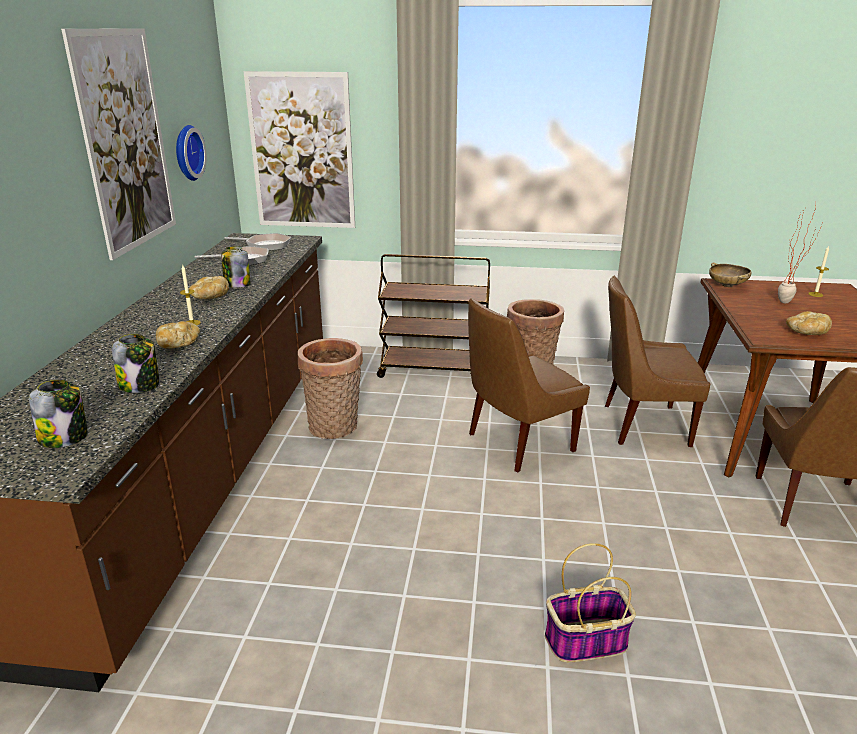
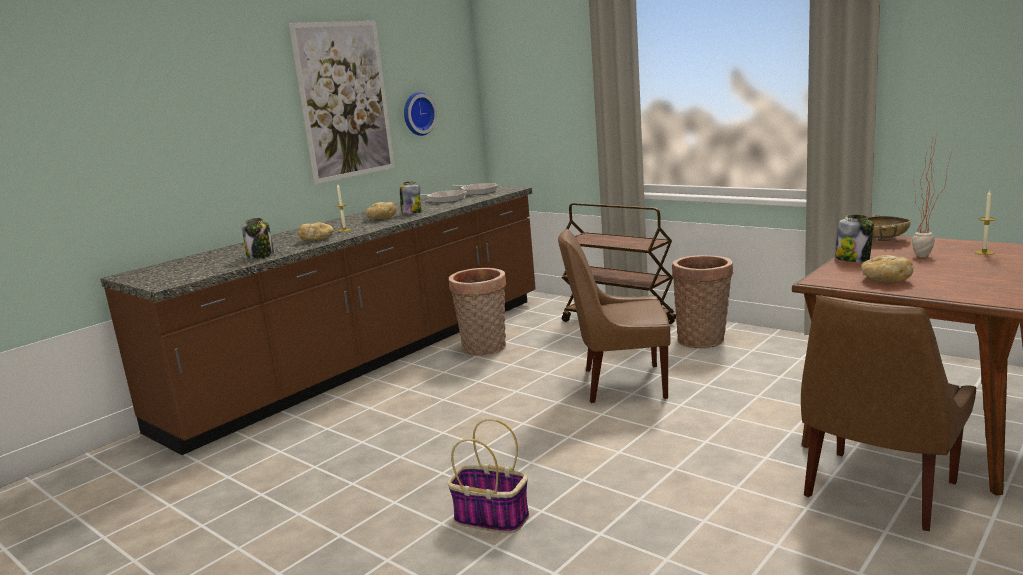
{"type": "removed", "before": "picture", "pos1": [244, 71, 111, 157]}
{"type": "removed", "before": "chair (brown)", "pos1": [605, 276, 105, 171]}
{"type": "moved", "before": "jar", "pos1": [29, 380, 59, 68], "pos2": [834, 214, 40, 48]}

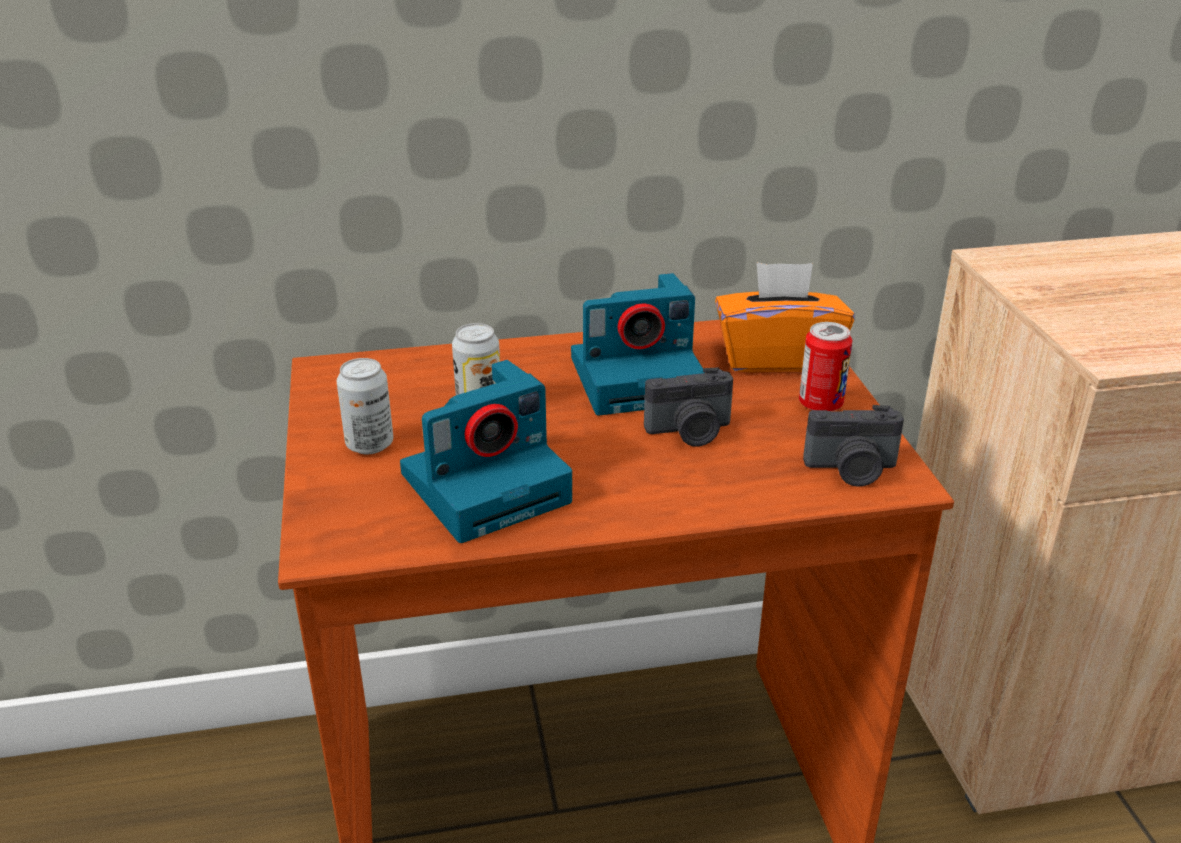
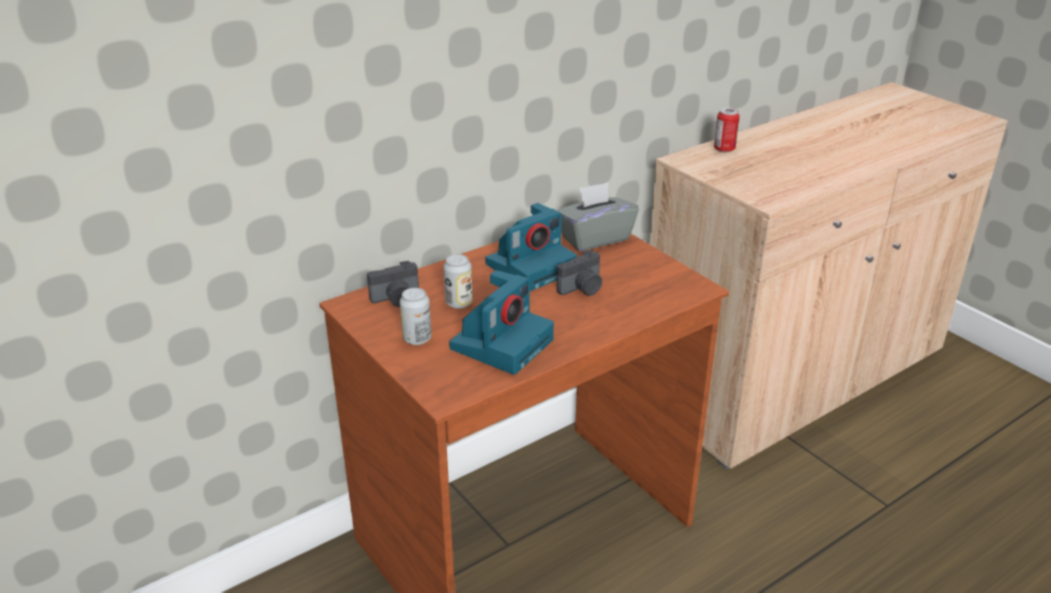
{"type": "recoloured", "before": "tissue box (orange)", "after": "tissue box (grey)", "pos1": [715, 262, 139, 110], "pos2": [557, 182, 82, 69]}
{"type": "moved", "before": "can", "pos1": [799, 322, 53, 90], "pos2": [714, 108, 26, 44]}
{"type": "moved", "before": "photo camera", "pos1": [803, 405, 101, 82], "pos2": [367, 261, 52, 46]}

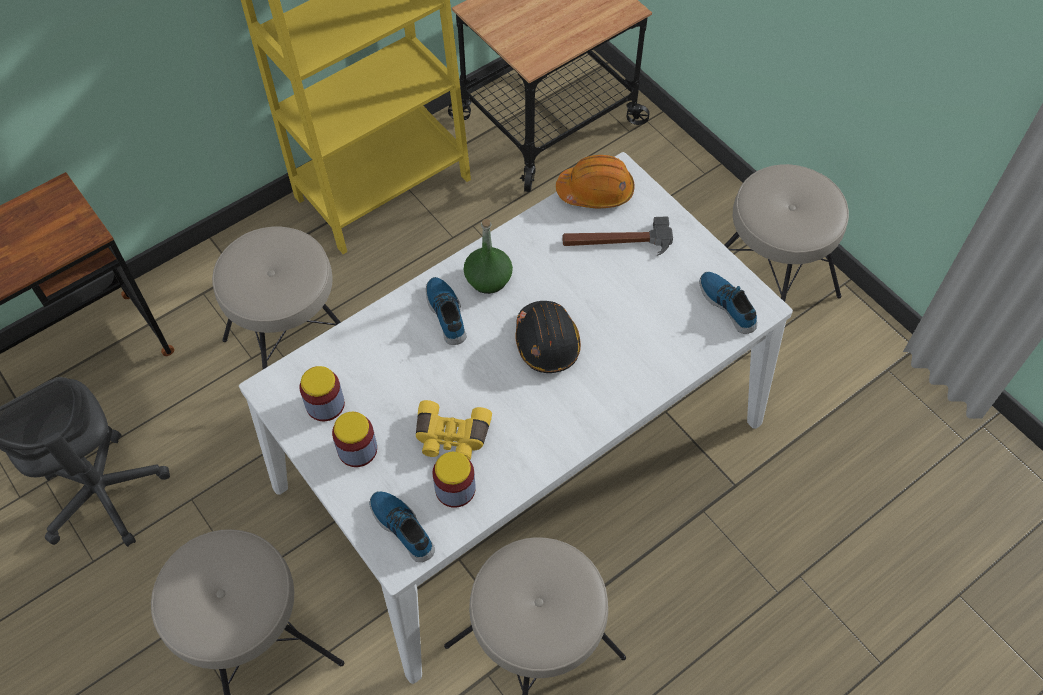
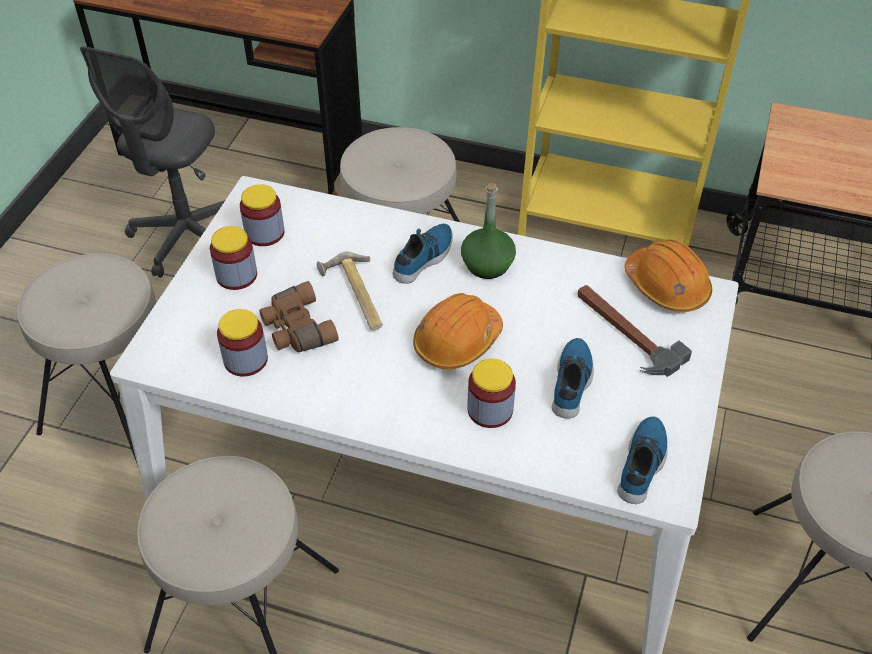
{"type": "recoloured", "before": "hard hat (black)", "after": "hard hat (orange)", "pos1": [515, 301, 66, 72], "pos2": [413, 293, 90, 77]}
{"type": "recoloured", "before": "binoculars (yellow)", "after": "binoculars (brown)", "pos1": [416, 400, 76, 60], "pos2": [259, 281, 80, 71]}
{"type": "moved", "before": "shoe", "pos1": [370, 491, 65, 71], "pos2": [552, 338, 42, 81]}
{"type": "added", "after": "hammer", "pos2": [317, 251, 66, 79]}
{"type": "added", "after": "jar", "pos2": [467, 359, 49, 69]}

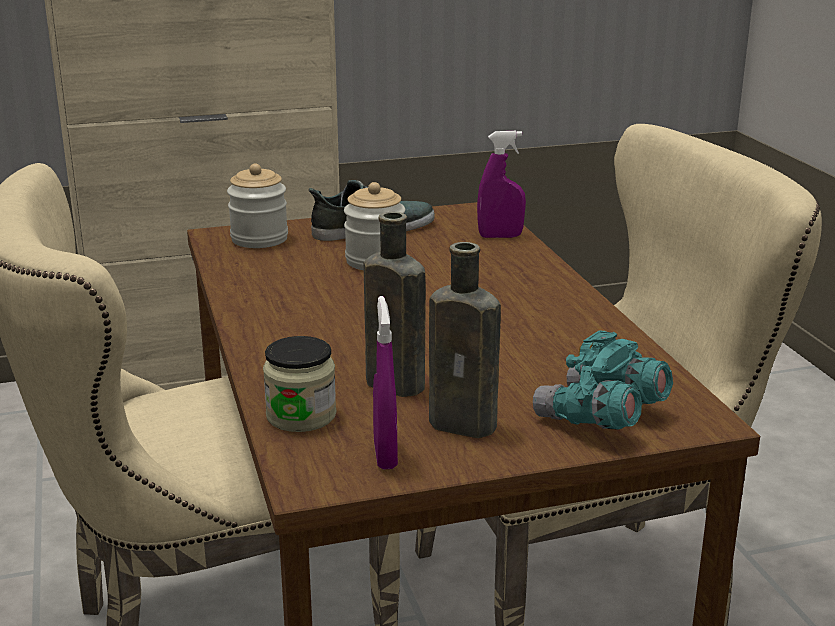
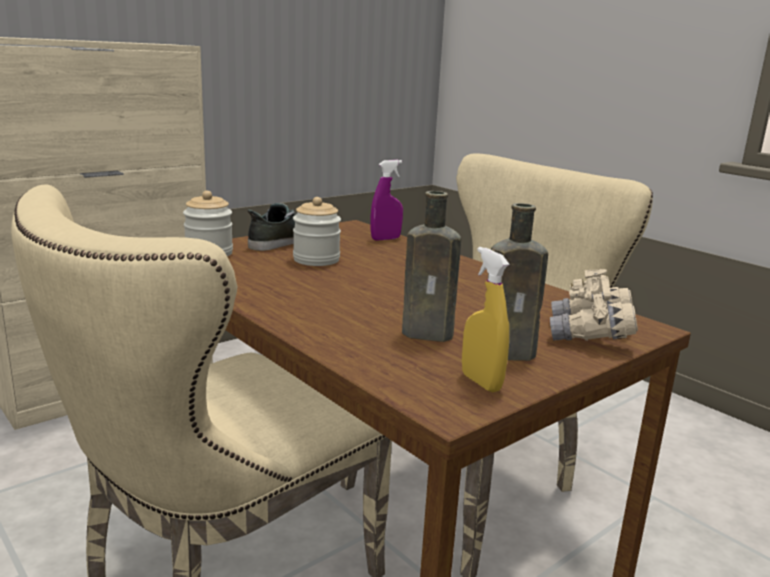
{"type": "recoloured", "before": "spray bottle (purple)", "after": "spray bottle (yellow)", "pos1": [373, 296, 25, 173], "pos2": [462, 247, 47, 145]}
{"type": "recoloured", "before": "binoculars (turquoise)", "after": "binoculars (beige)", "pos1": [533, 330, 140, 100], "pos2": [550, 269, 88, 72]}
{"type": "removed", "before": "jar", "pos1": [263, 336, 73, 96]}

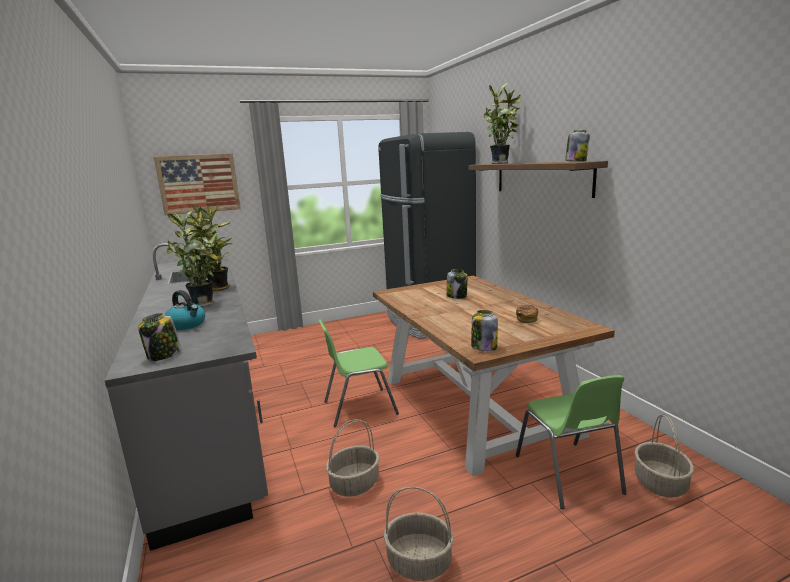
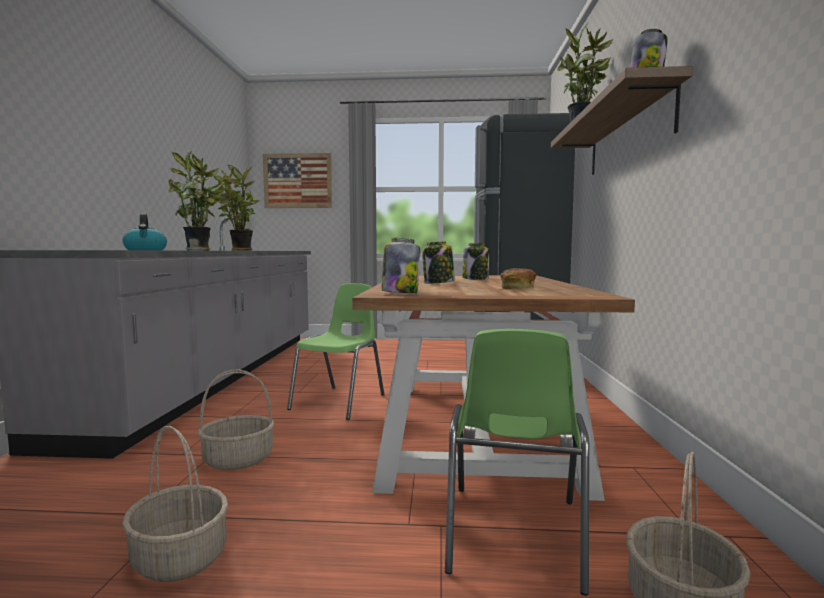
{"type": "moved", "before": "jar", "pos1": [138, 313, 43, 48], "pos2": [422, 241, 33, 43]}
{"type": "turned", "before": "chair (green)", "pos1": [318, 319, 81, 108], "pos2": [287, 283, 97, 137], "turn": 105}

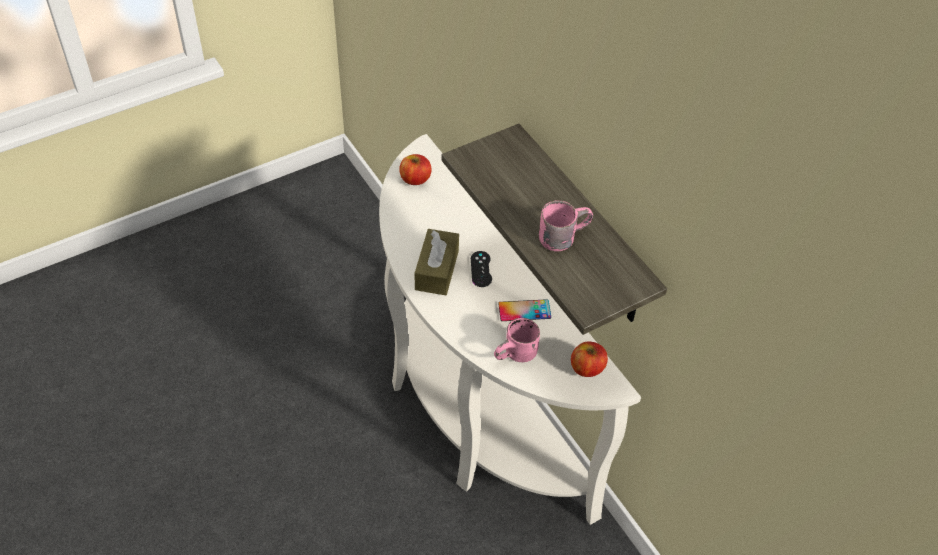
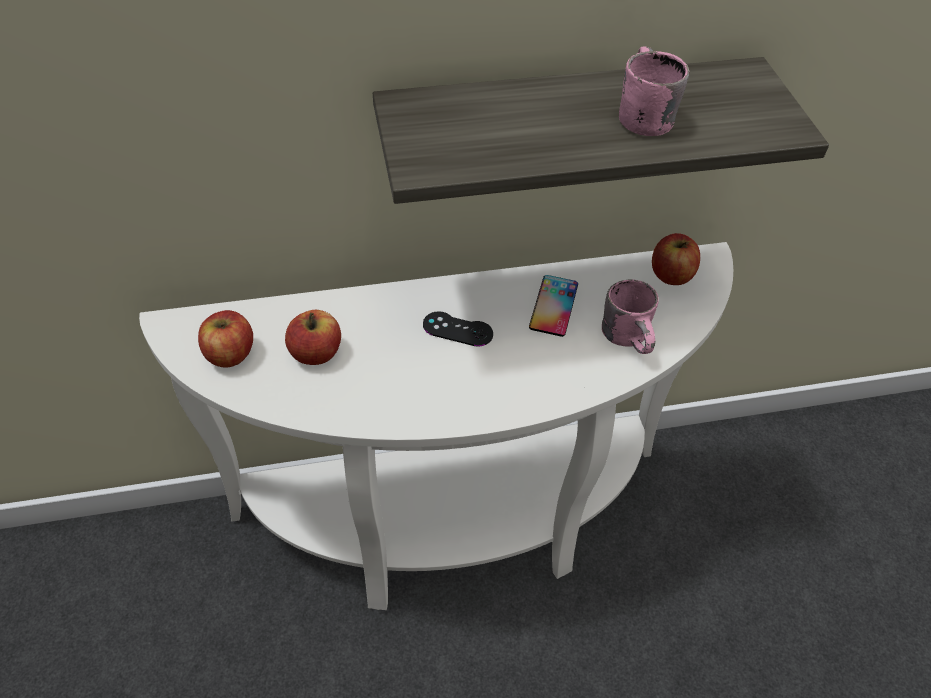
{"type": "removed", "before": "tissue box (brown)", "pos1": [414, 229, 45, 66]}
{"type": "added", "after": "apple", "pos2": [285, 310, 56, 55]}

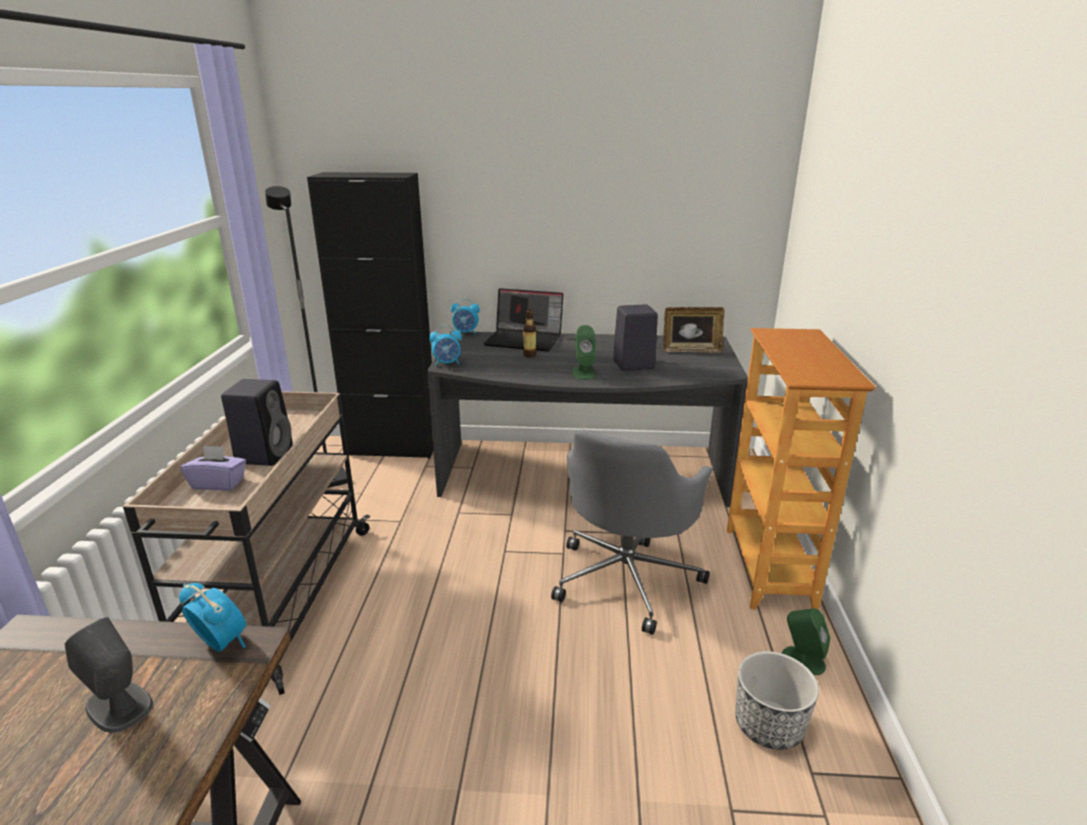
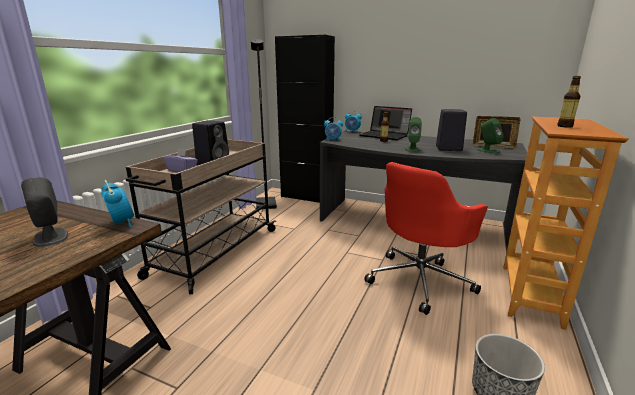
{"type": "recoloured", "before": "office chair (grey)", "after": "office chair (red)", "pos1": [551, 429, 162, 206], "pos2": [364, 162, 124, 153]}
{"type": "moved", "before": "speaker (green)", "pos1": [782, 608, 48, 67], "pos2": [477, 118, 27, 36]}
{"type": "added", "after": "bottle", "pos2": [557, 76, 24, 52]}

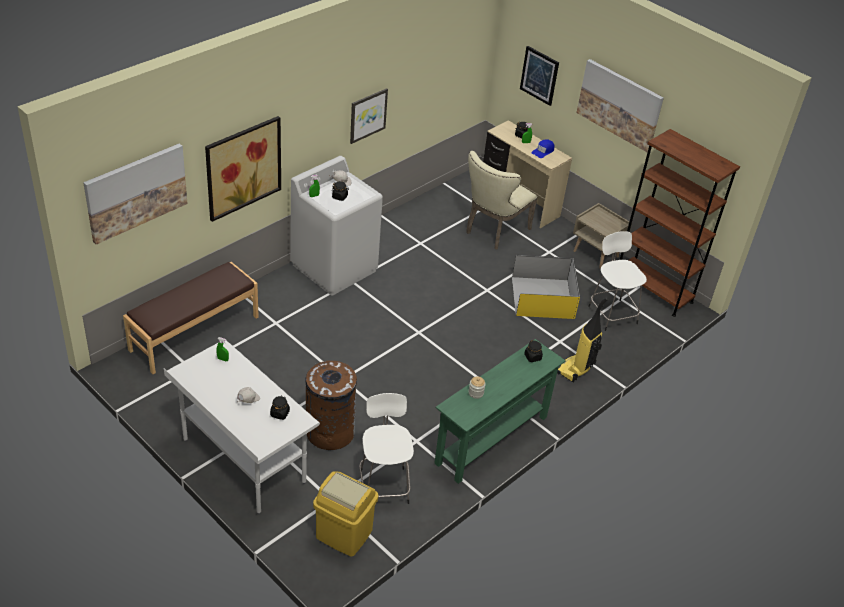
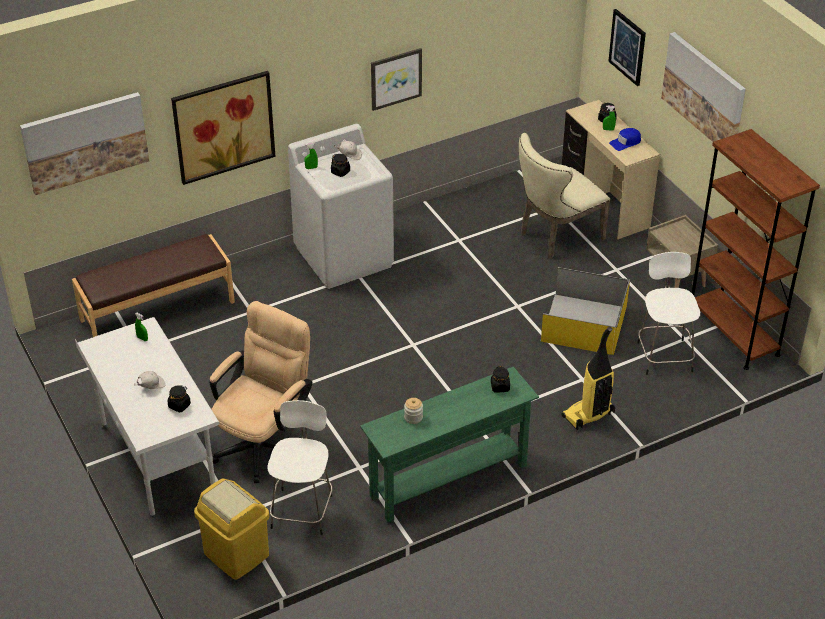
{"type": "replaced", "before": "trash can (brown)", "after": "office chair (beige)", "pos1": [305, 361, 52, 89], "pos2": [210, 301, 103, 182]}

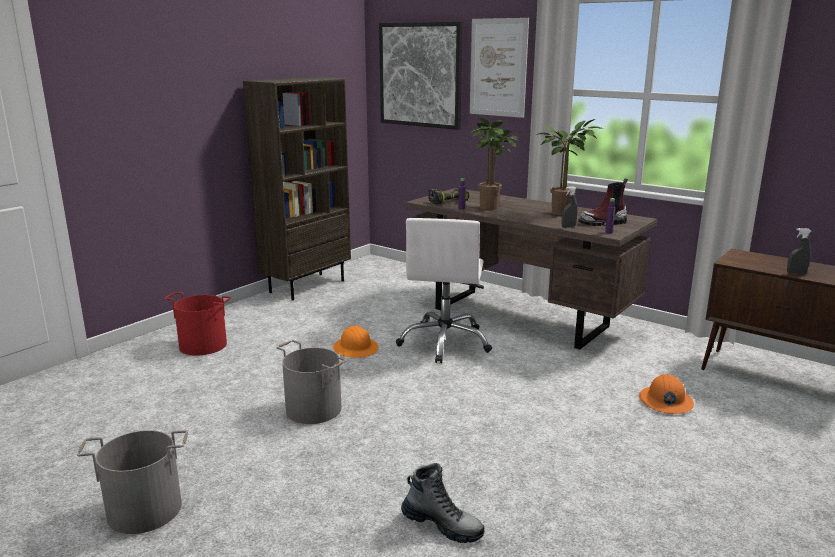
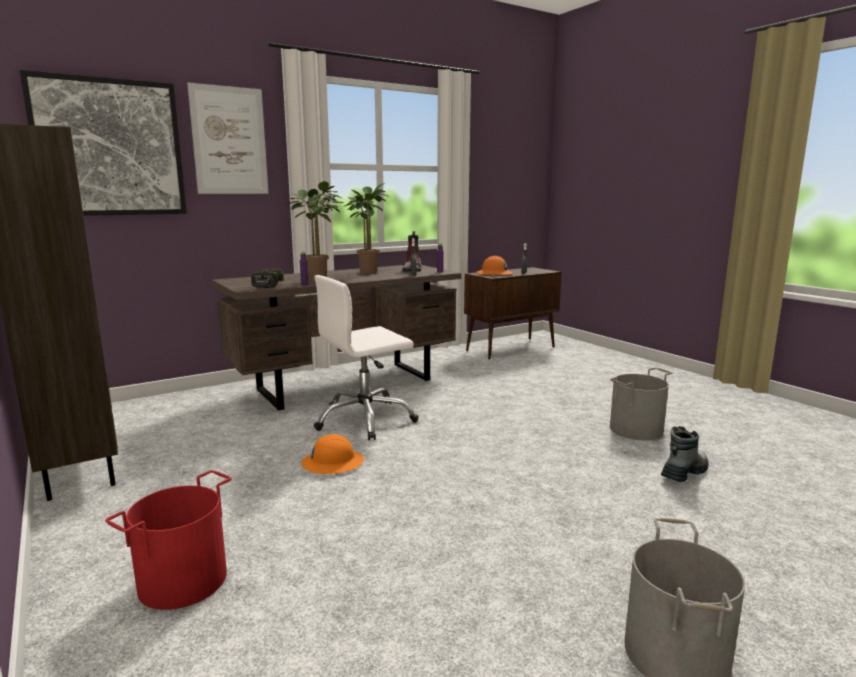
{"type": "turned", "before": "office chair (white)", "pos1": [396, 218, 96, 145], "pos2": [314, 275, 105, 165], "turn": 120}
{"type": "moved", "before": "bucket (grey)", "pos1": [276, 340, 71, 84], "pos2": [610, 368, 62, 72]}
{"type": "moved", "before": "hard hat (orange)", "pos1": [639, 374, 55, 40], "pos2": [476, 256, 37, 20]}

